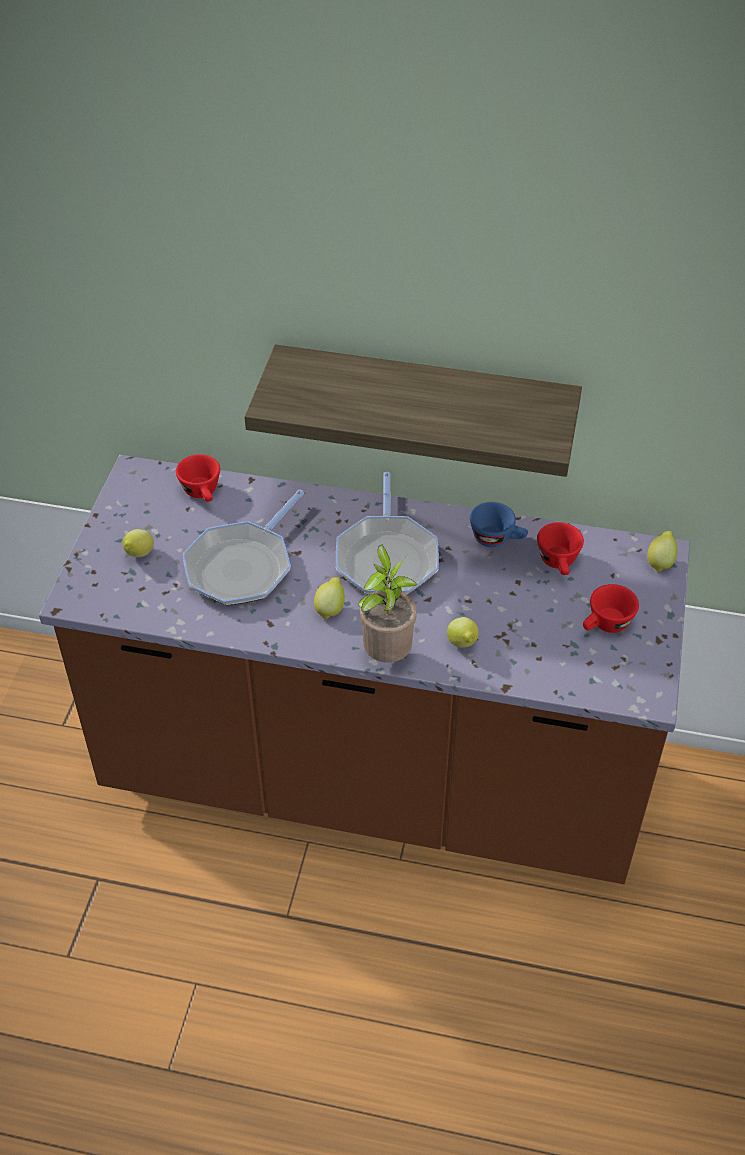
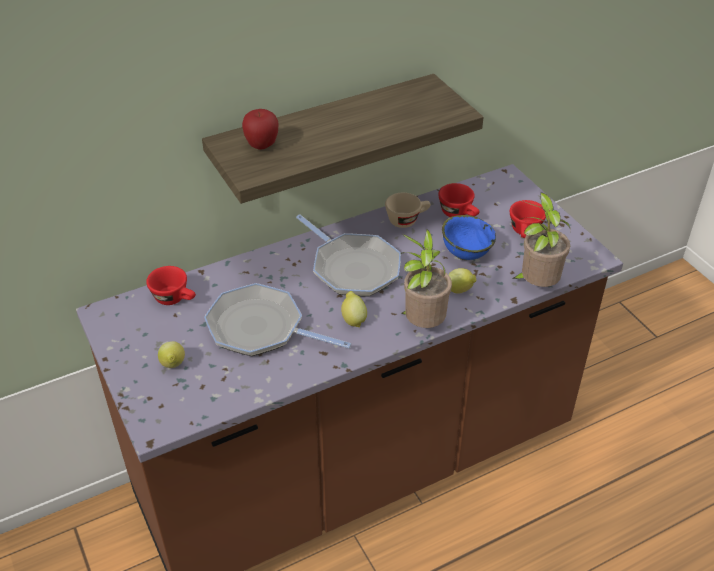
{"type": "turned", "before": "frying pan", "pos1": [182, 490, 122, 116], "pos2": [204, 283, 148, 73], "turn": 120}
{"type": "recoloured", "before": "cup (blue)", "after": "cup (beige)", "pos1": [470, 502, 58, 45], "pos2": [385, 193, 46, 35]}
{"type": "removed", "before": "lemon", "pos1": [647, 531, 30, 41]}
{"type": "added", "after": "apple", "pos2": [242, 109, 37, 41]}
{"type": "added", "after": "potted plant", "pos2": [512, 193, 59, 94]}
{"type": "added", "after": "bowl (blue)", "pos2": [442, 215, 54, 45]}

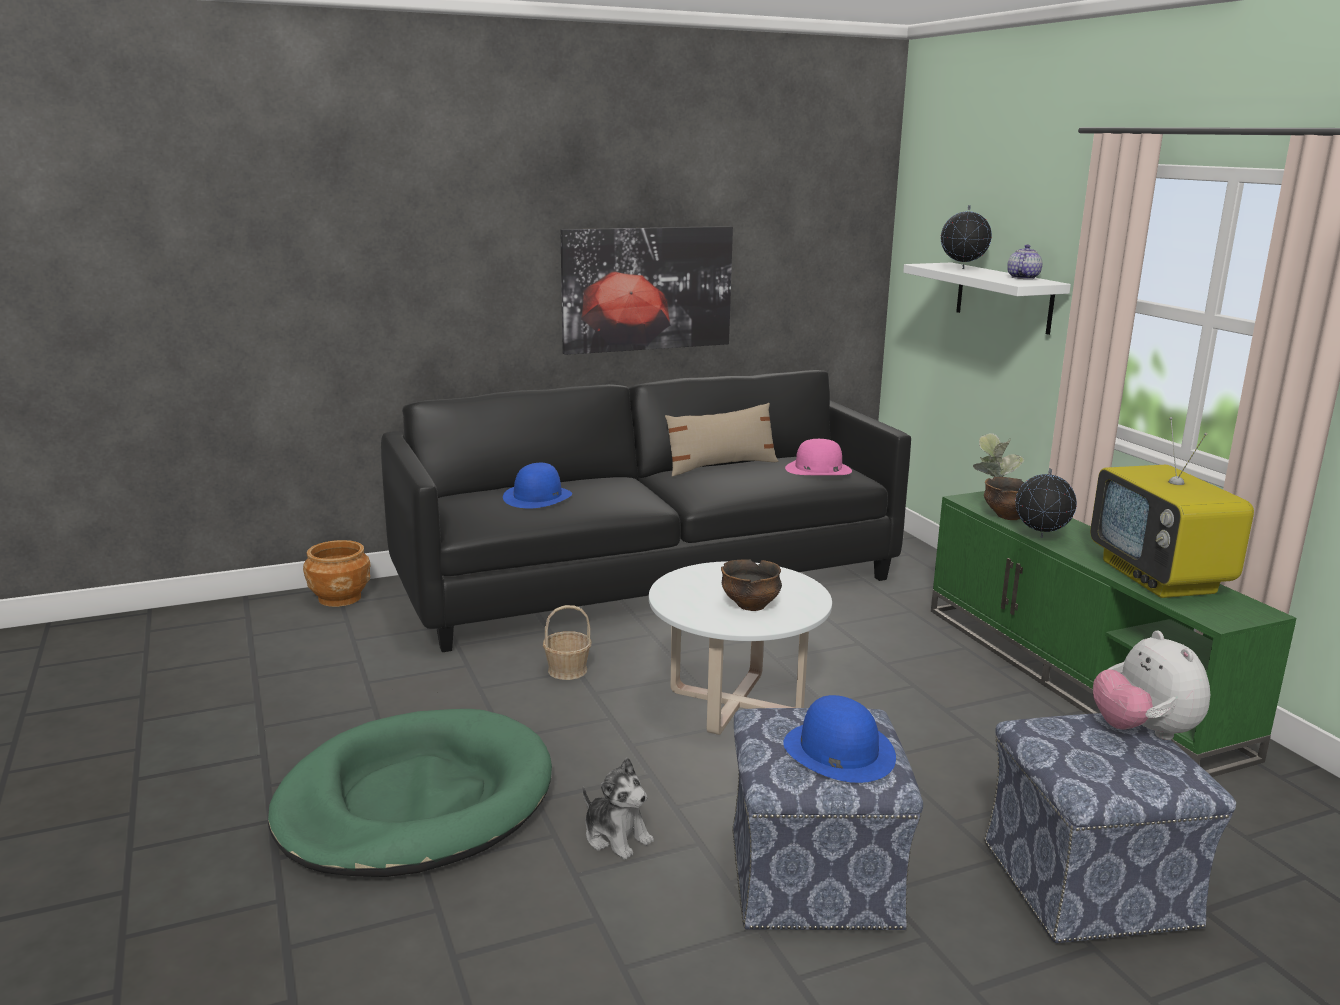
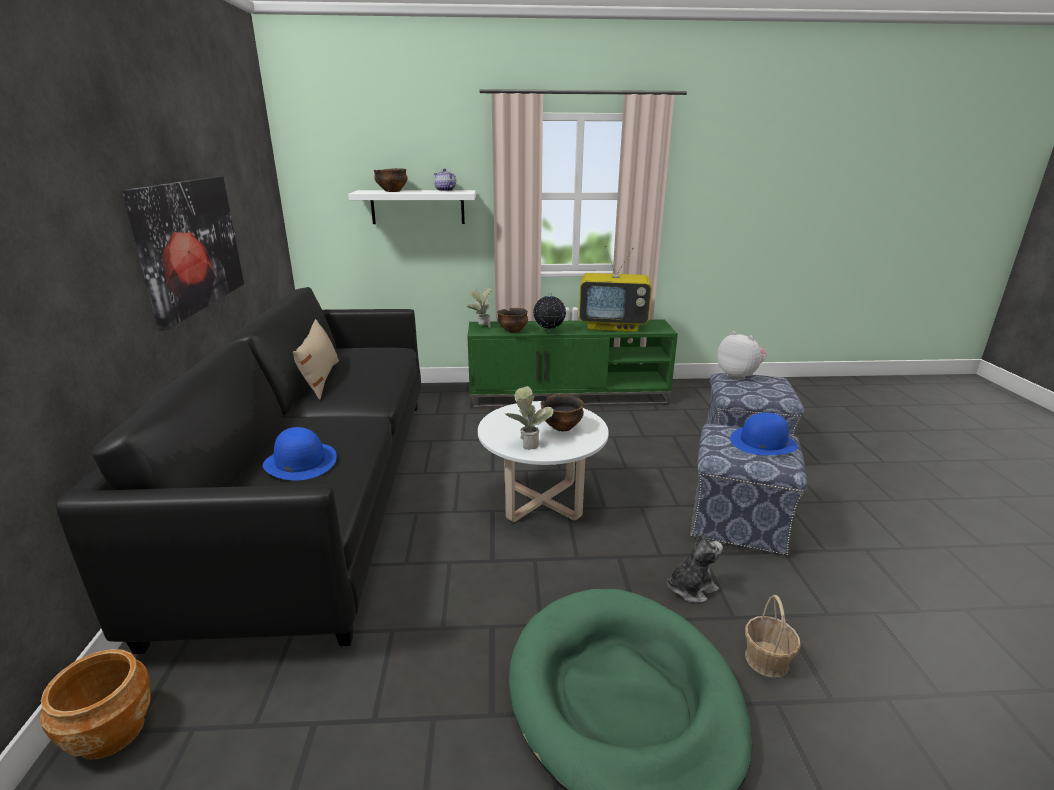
{"type": "replaced", "before": "globe", "after": "bowl", "pos1": [941, 205, 51, 64], "pos2": [374, 168, 34, 24]}
{"type": "removed", "before": "hat (pink)", "pos1": [785, 439, 67, 36]}
{"type": "moved", "before": "basket", "pos1": [543, 605, 49, 75], "pos2": [745, 595, 56, 83]}
{"type": "turned", "before": "plush toy", "pos1": [1093, 630, 117, 110], "pos2": [717, 331, 49, 49], "turn": -135}
{"type": "added", "after": "potted plant", "pos2": [505, 386, 49, 64]}

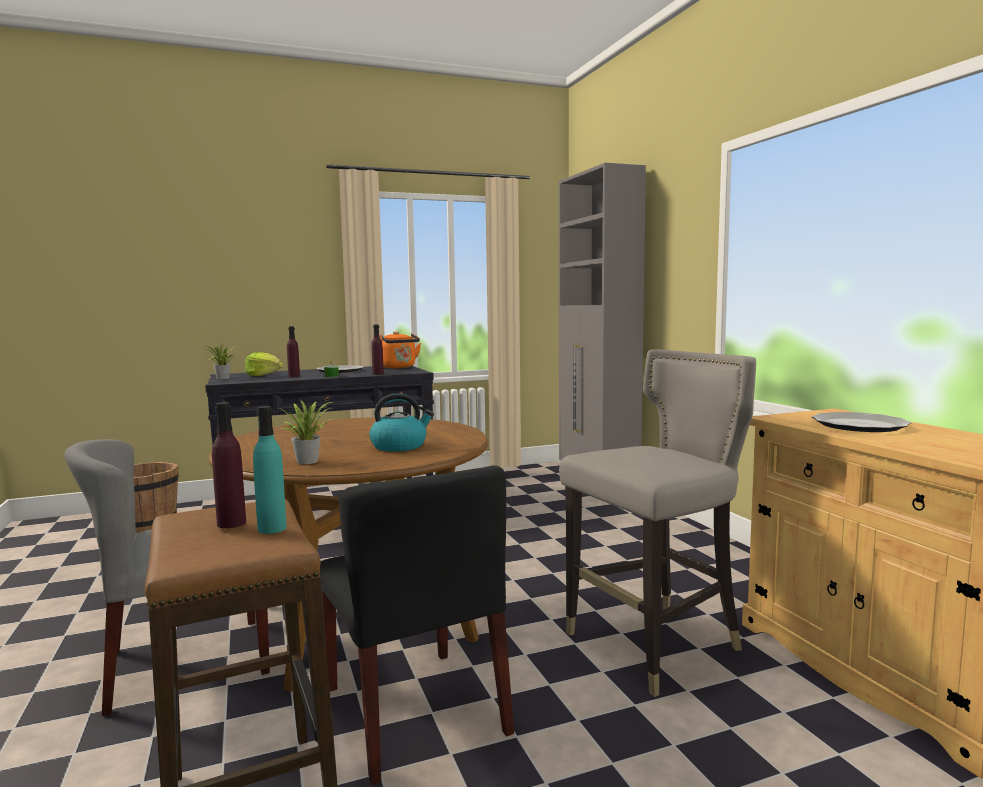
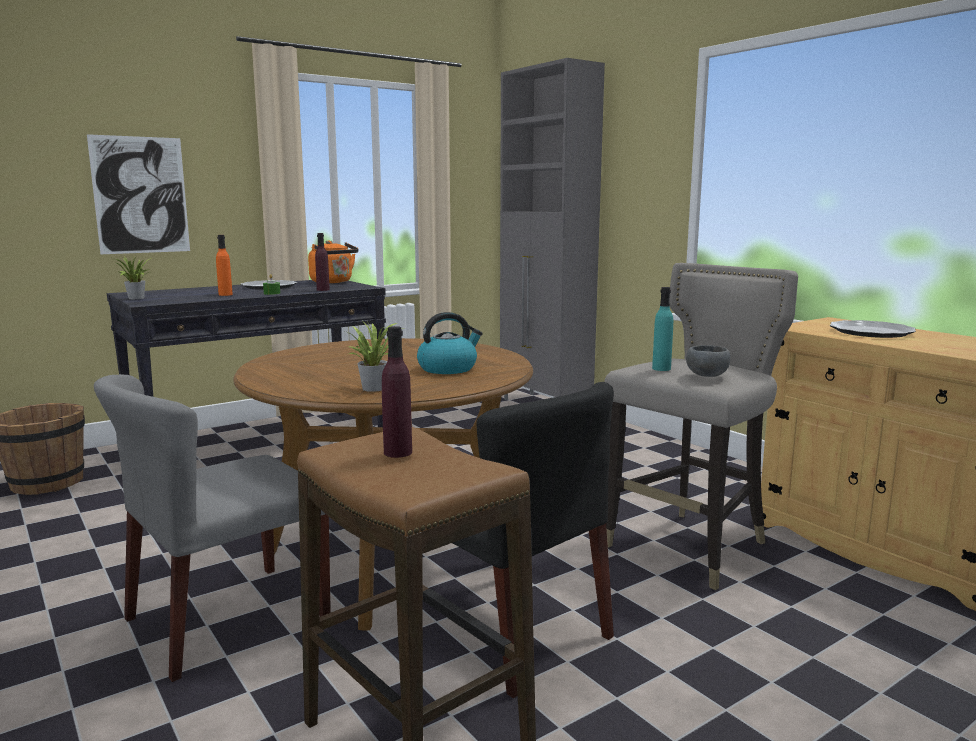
{"type": "recoloured", "before": "bottle (purple)", "after": "bottle (orange)", "pos1": [287, 326, 13, 51], "pos2": [216, 235, 17, 61]}
{"type": "removed", "before": "lettuce", "pos1": [245, 352, 38, 24]}
{"type": "moved", "before": "bottle (turquoise)", "pos1": [253, 406, 34, 128], "pos2": [652, 287, 21, 84]}
{"type": "added", "after": "picture", "pos2": [87, 134, 103, 120]}
{"type": "added", "after": "bowl (grey)", "pos2": [686, 345, 44, 32]}

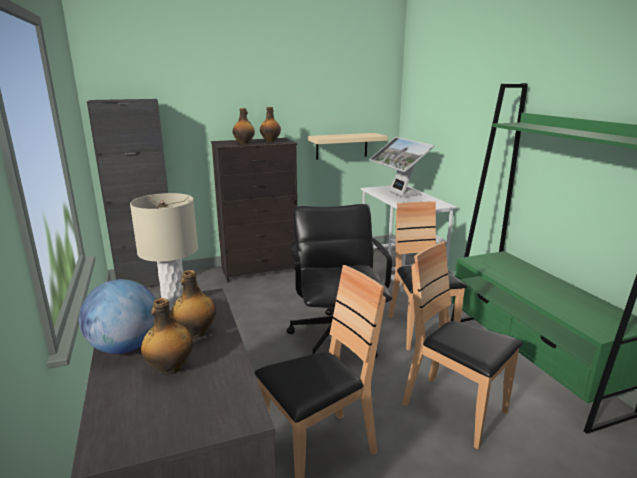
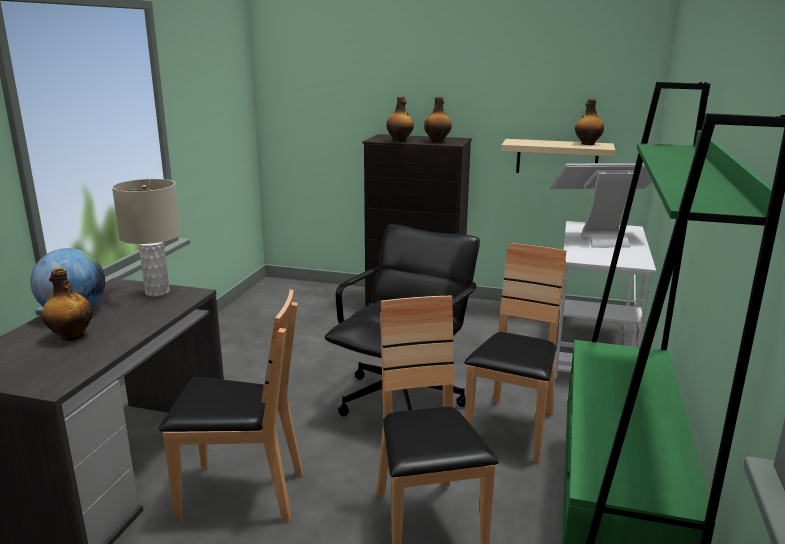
{"type": "removed", "before": "cabinet (black)", "pos1": [87, 99, 81, 189]}
{"type": "turned", "before": "monitor", "pos1": [369, 137, 65, 61], "pos2": [549, 163, 103, 85], "turn": 75}
{"type": "moved", "before": "bottle", "pos1": [171, 270, 45, 68], "pos2": [575, 99, 29, 46]}

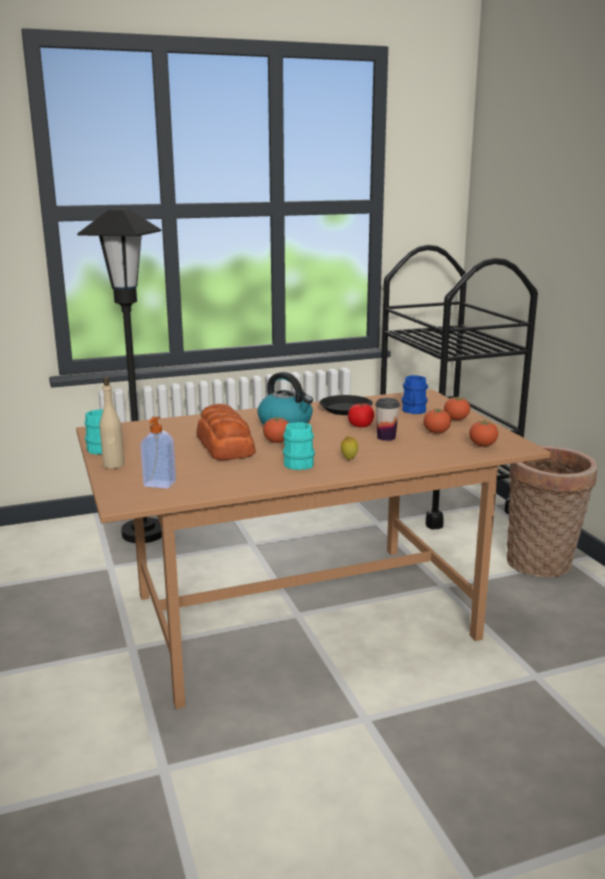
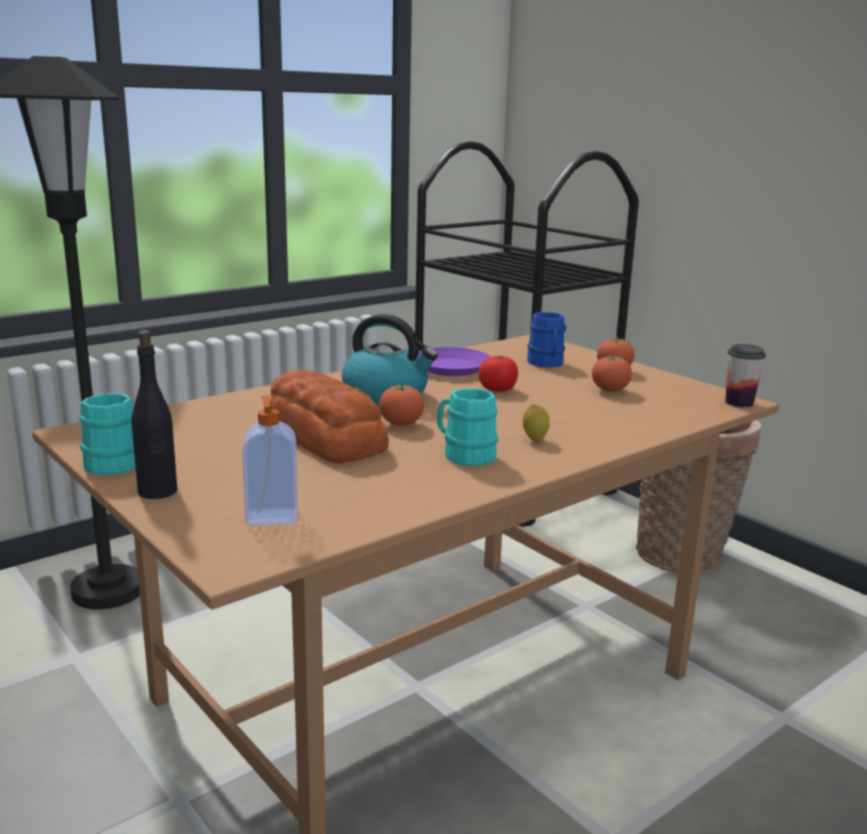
{"type": "recoloured", "before": "bottle (beige)", "after": "bottle (black)", "pos1": [100, 377, 25, 92], "pos2": [132, 330, 45, 169]}
{"type": "recoloured", "before": "plate (black)", "after": "plate (purple)", "pos1": [319, 395, 54, 20], "pos2": [418, 347, 73, 29]}
{"type": "moved", "before": "cup", "pos1": [375, 398, 25, 43], "pos2": [725, 344, 41, 63]}
{"type": "removed", "before": "tomato", "pos1": [469, 420, 29, 27]}

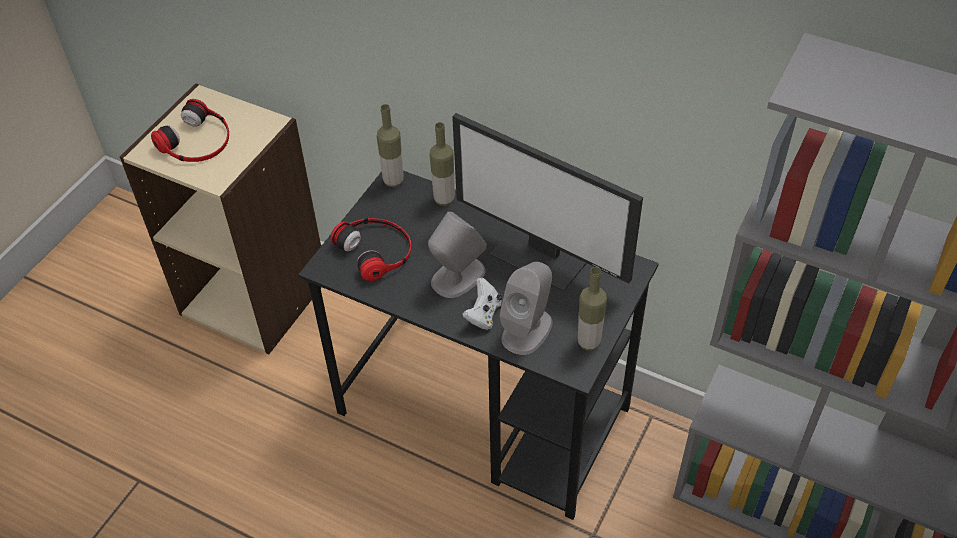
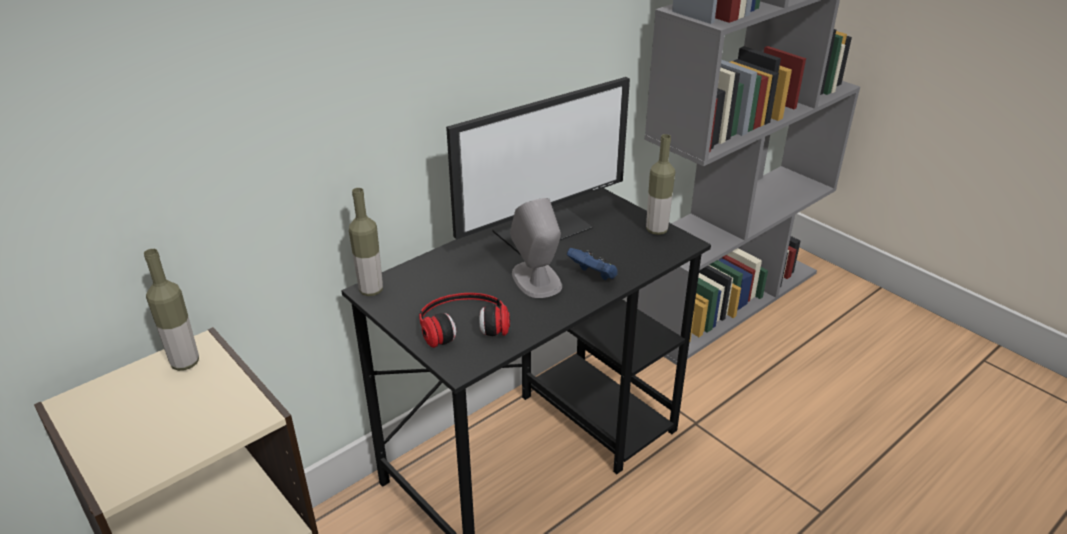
{"type": "removed", "before": "headphones", "pos1": [151, 99, 78, 63]}
{"type": "moved", "before": "bottle", "pos1": [430, 122, 25, 84], "pos2": [144, 249, 55, 122]}
{"type": "removed", "before": "speaker (grey)", "pos1": [499, 262, 54, 93]}
{"type": "recoloured", "before": "game controller (white)", "after": "game controller (blue)", "pos1": [462, 278, 40, 52], "pos2": [567, 248, 51, 32]}

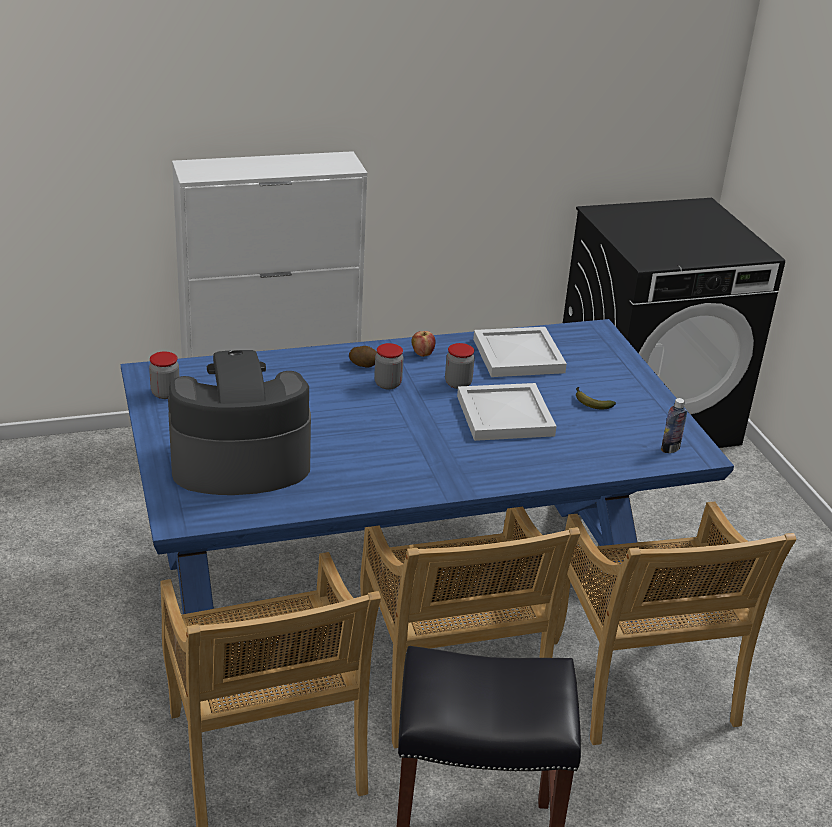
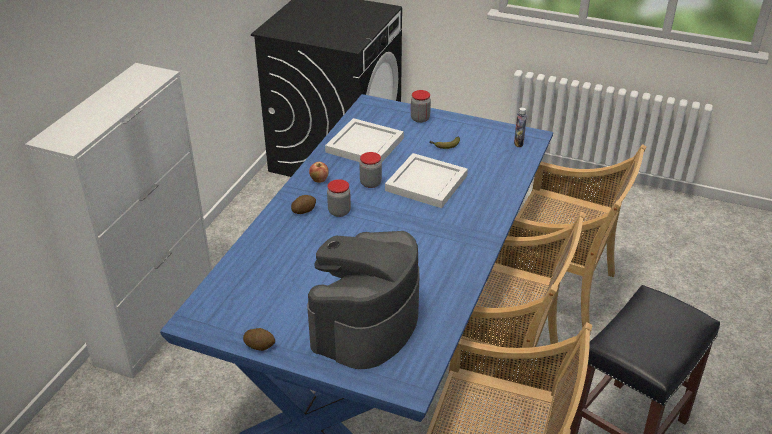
{"type": "moved", "before": "jar", "pos1": [149, 351, 30, 48], "pos2": [411, 90, 20, 33]}
{"type": "added", "after": "potato", "pos2": [243, 328, 32, 23]}

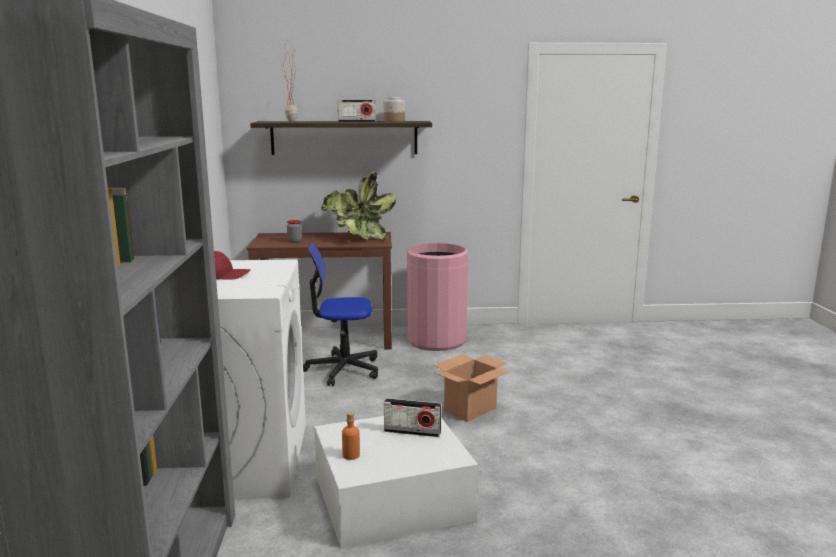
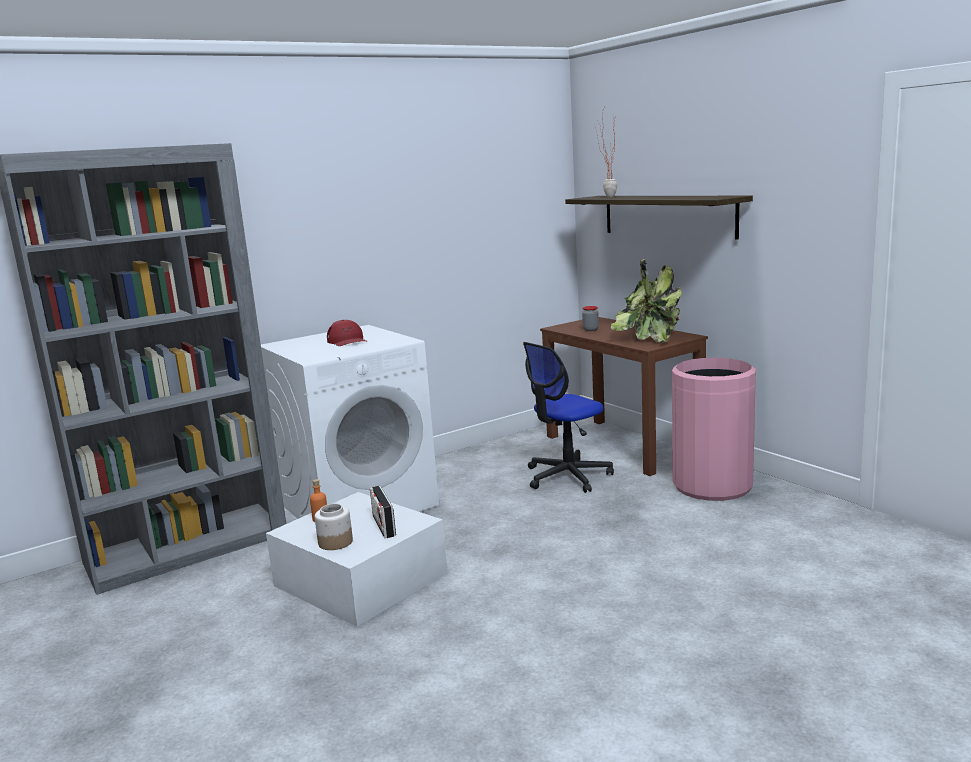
{"type": "moved", "before": "jar", "pos1": [383, 97, 22, 25], "pos2": [315, 504, 38, 46]}
{"type": "removed", "before": "radio", "pos1": [337, 100, 39, 22]}
{"type": "turned", "before": "office chair", "pos1": [303, 242, 75, 144], "pos2": [523, 342, 91, 151], "turn": -90}
{"type": "removed", "before": "cardboard box", "pos1": [434, 354, 76, 68]}

